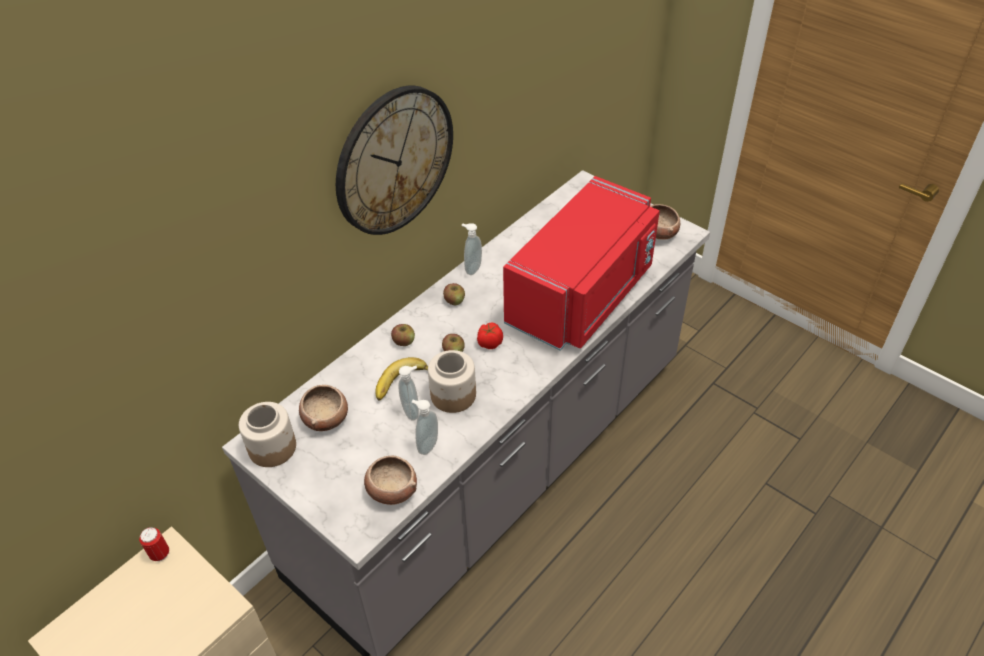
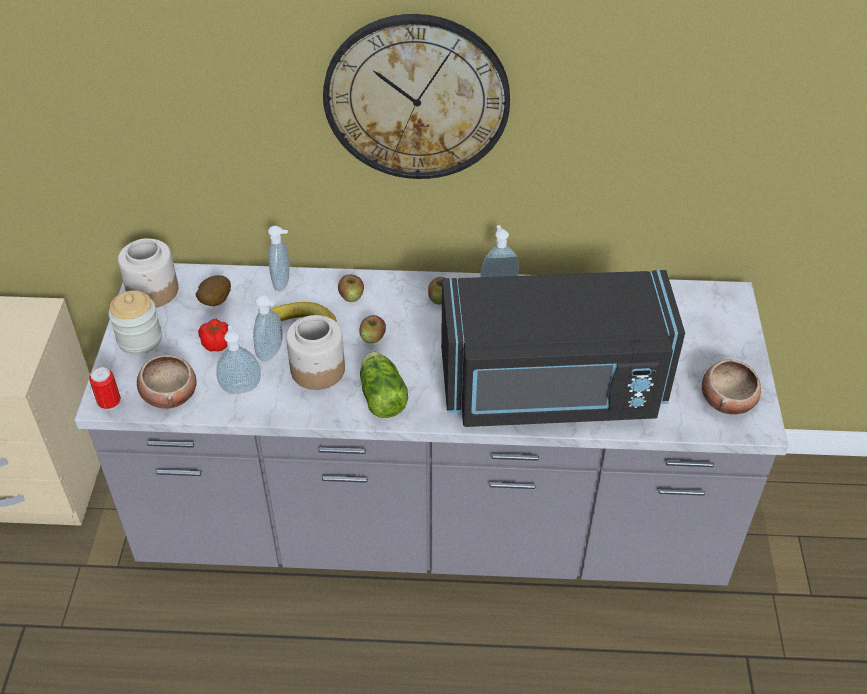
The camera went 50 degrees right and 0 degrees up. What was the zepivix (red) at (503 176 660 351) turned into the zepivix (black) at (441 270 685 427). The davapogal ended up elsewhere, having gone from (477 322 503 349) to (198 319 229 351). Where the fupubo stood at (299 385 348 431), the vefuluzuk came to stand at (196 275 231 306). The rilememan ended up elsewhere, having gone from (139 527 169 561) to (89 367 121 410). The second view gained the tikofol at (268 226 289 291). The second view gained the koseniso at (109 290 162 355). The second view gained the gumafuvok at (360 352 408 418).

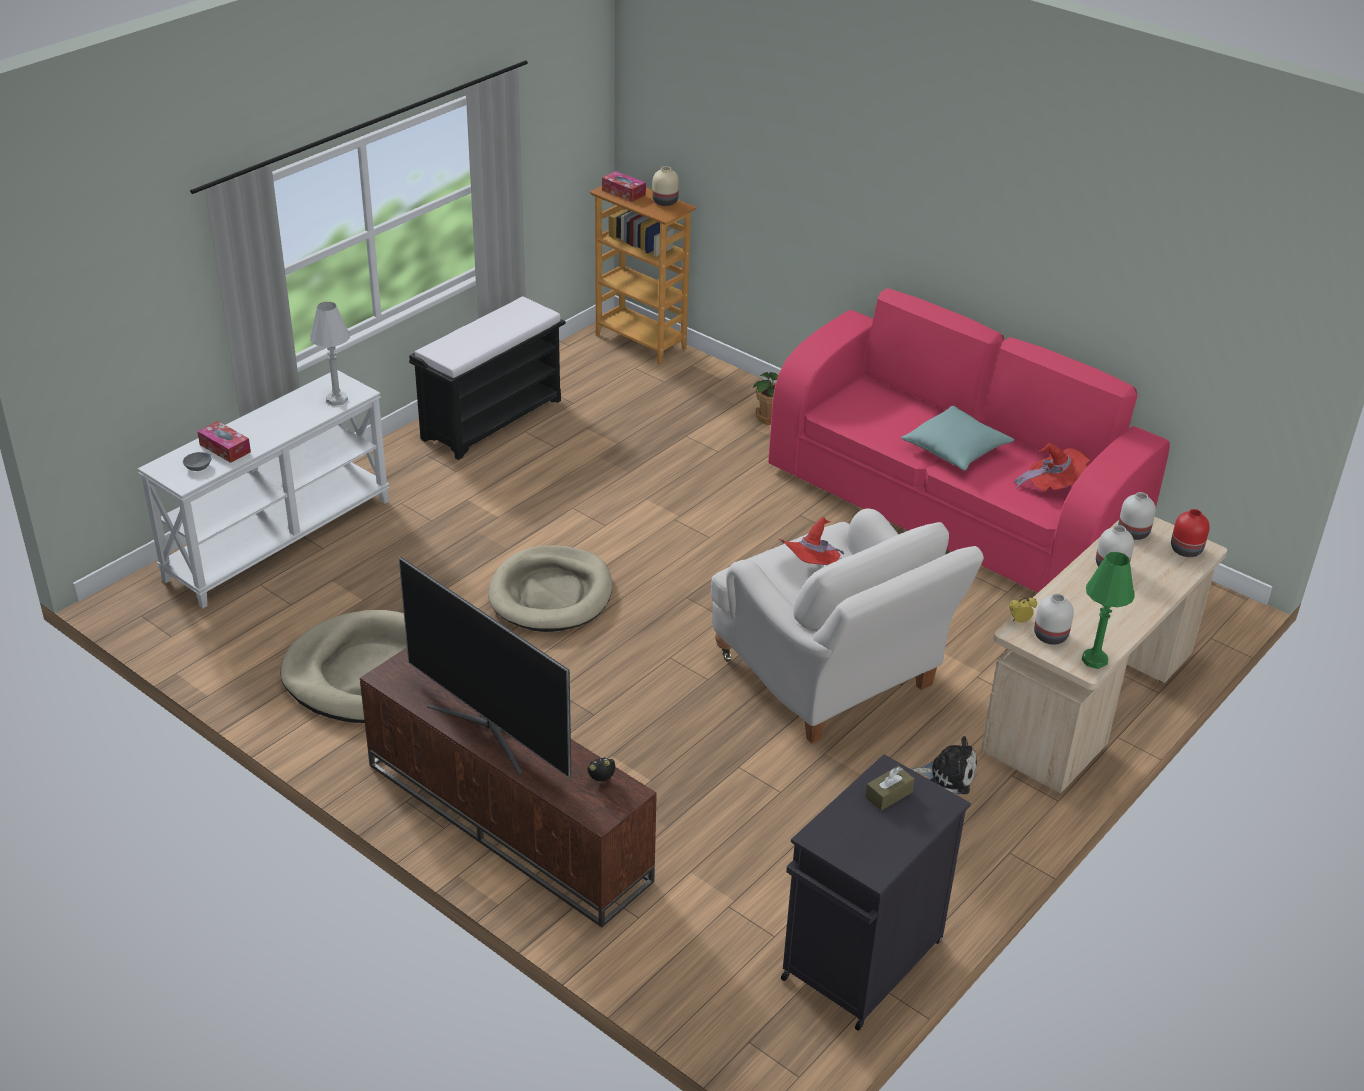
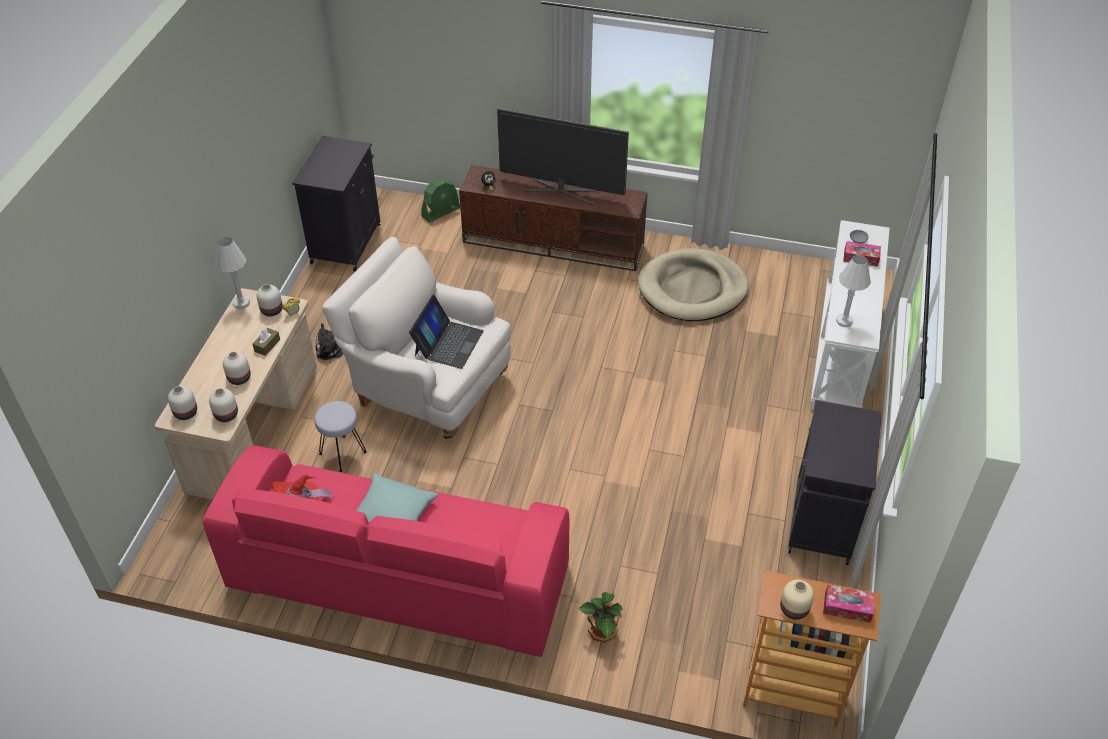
The camera went 155 degrees right and 10 degrees up. Where the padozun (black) stood at (409 297 565 460), the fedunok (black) came to stand at (788 400 882 565). What was the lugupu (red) at (1171 509 1210 557) turned into the lugupu (white) at (168 386 197 420). Where the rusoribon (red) stood at (779 517 844 565), the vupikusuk came to stand at (409 295 484 369). The second view lost the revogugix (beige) at (488 545 612 632). What was the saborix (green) at (1082 552 1135 669) turned into the saborix (white) at (215 237 250 309). The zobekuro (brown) ended up elsewhere, having gone from (865 766 915 811) to (253 328 280 356). The second view gained the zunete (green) at (421 179 460 222). The second view gained the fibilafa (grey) at (314 401 367 472).

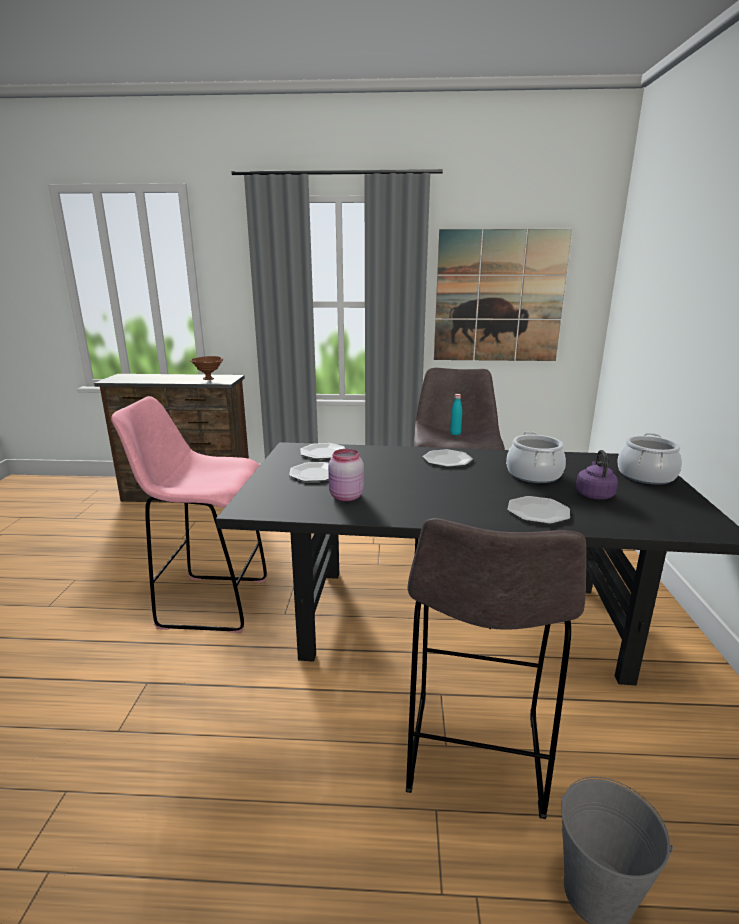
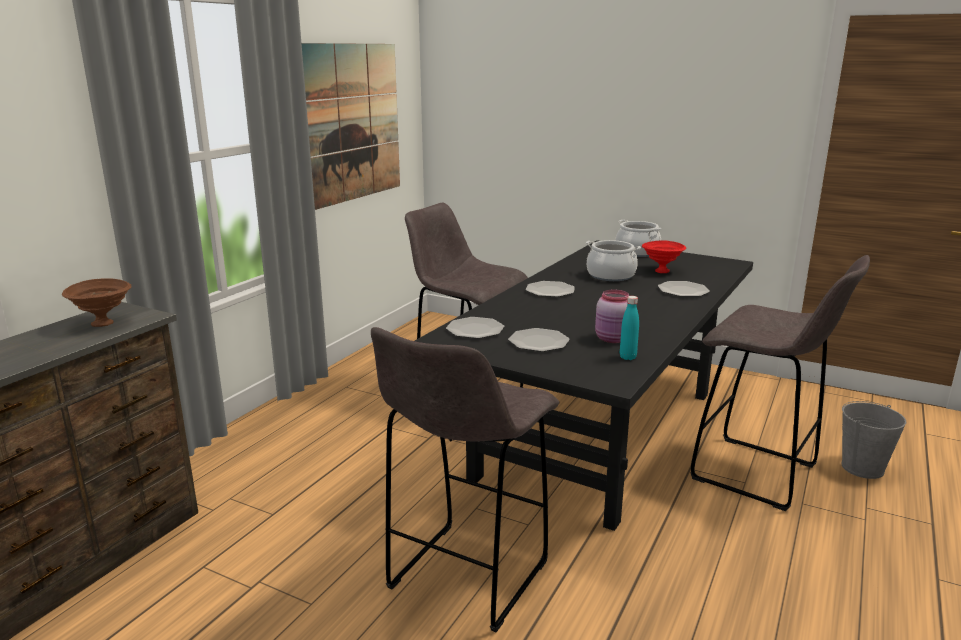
The camera went 65 degrees left and 0 degrees up. The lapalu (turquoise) ended up elsewhere, having gone from (450 394 462 435) to (620 296 639 360). What was the fibilafa (pink) at (111 396 267 633) turned into the fibilafa (grey) at (371 327 560 632). Where the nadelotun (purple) stood at (576 450 618 500), the fupubo (red) came to stand at (642 240 686 273).

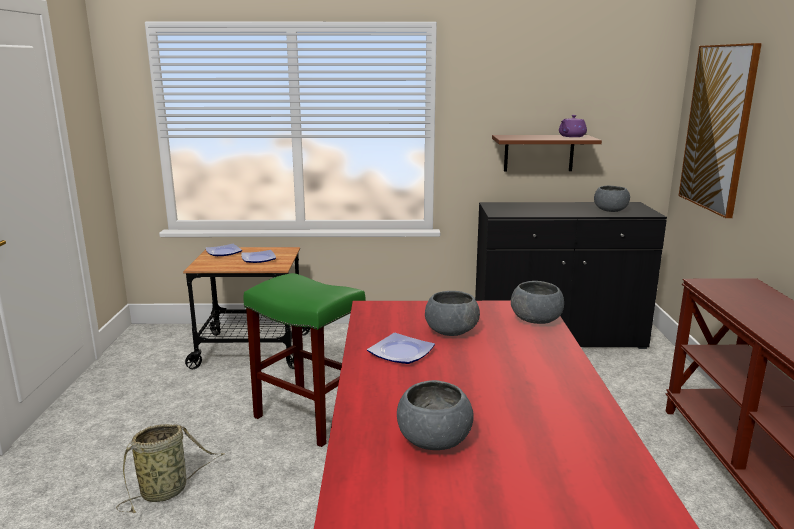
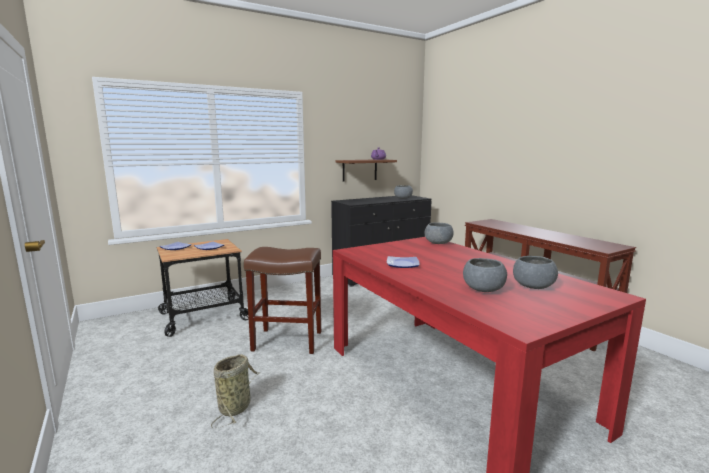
The camera went 30 degrees left and 5 degrees down. The second view lost the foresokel at (679 43 762 218). What was the fibilafa (green) at (243 273 366 447) turned into the fibilafa (brown) at (244 247 321 354). The fupubo (grey) ended up elsewhere, having gone from (425 291 480 336) to (513 256 558 289).

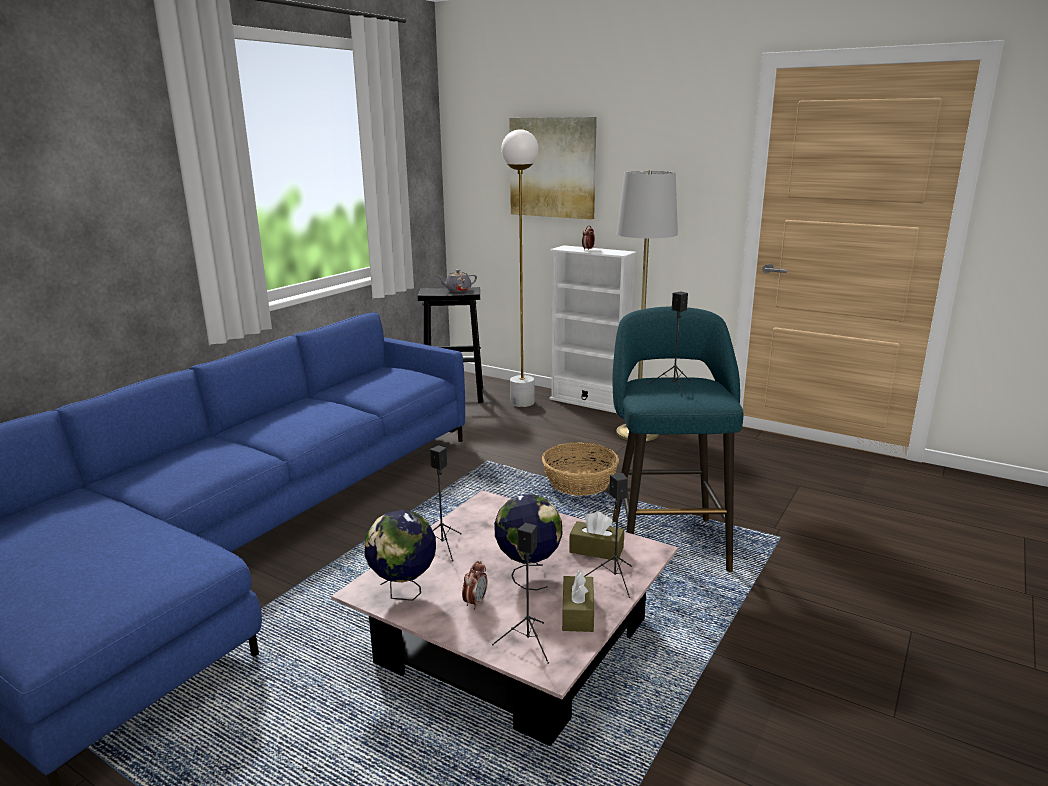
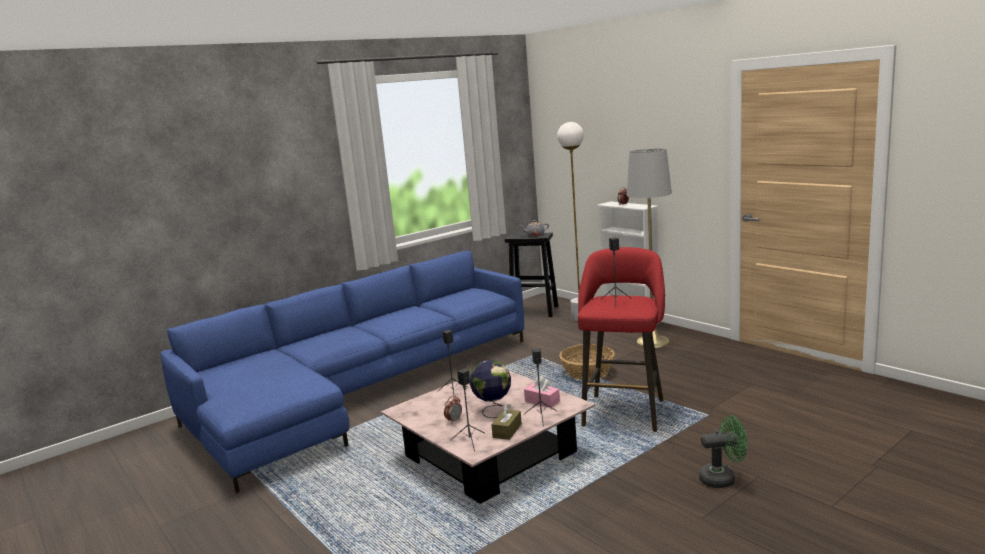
The camera went 20 degrees right and 5 degrees down. The second view lost the foresokel at (509 117 597 220). What was the fibilafa (turquoise) at (612 306 744 572) turned into the fibilafa (red) at (578 247 665 432). The second view lost the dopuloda at (364 510 436 601). What was the zobekuro (brown) at (569 512 624 560) turned into the zobekuro (pink) at (524 376 560 408). The second view gained the zunete (green) at (699 415 748 488).

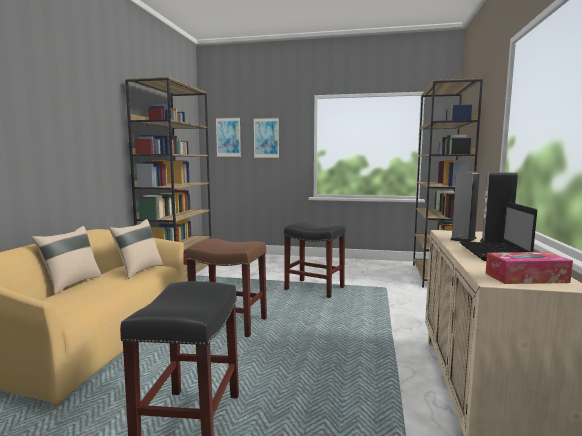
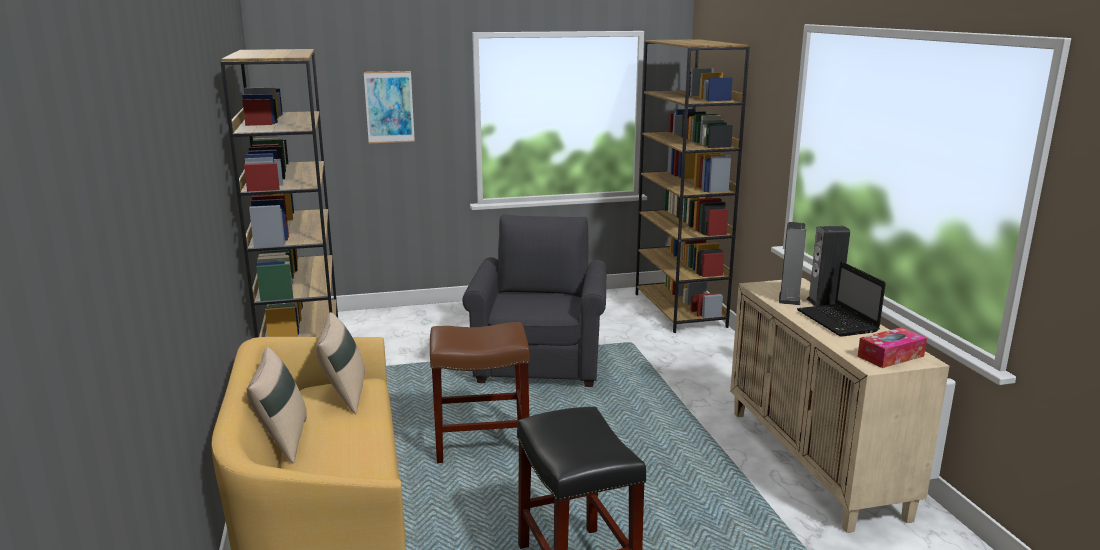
The camera went 25 degrees left and 10 degrees up. The second view lost the foresokel at (216 117 241 157). Where the fibilafa (black) stood at (284 222 346 298), the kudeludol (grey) came to stand at (462 215 606 387).

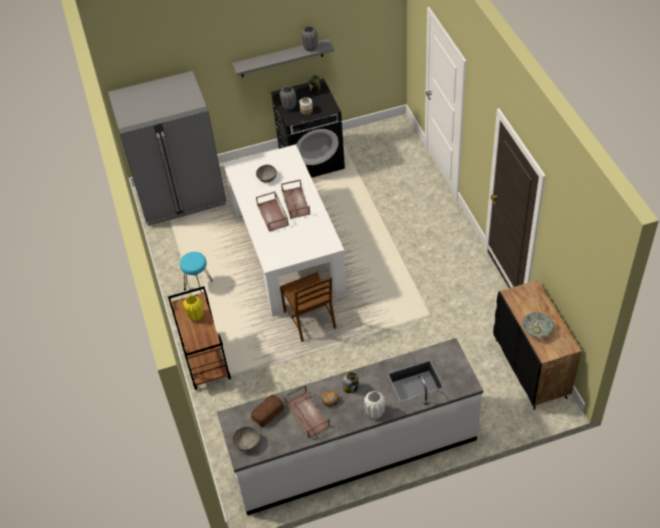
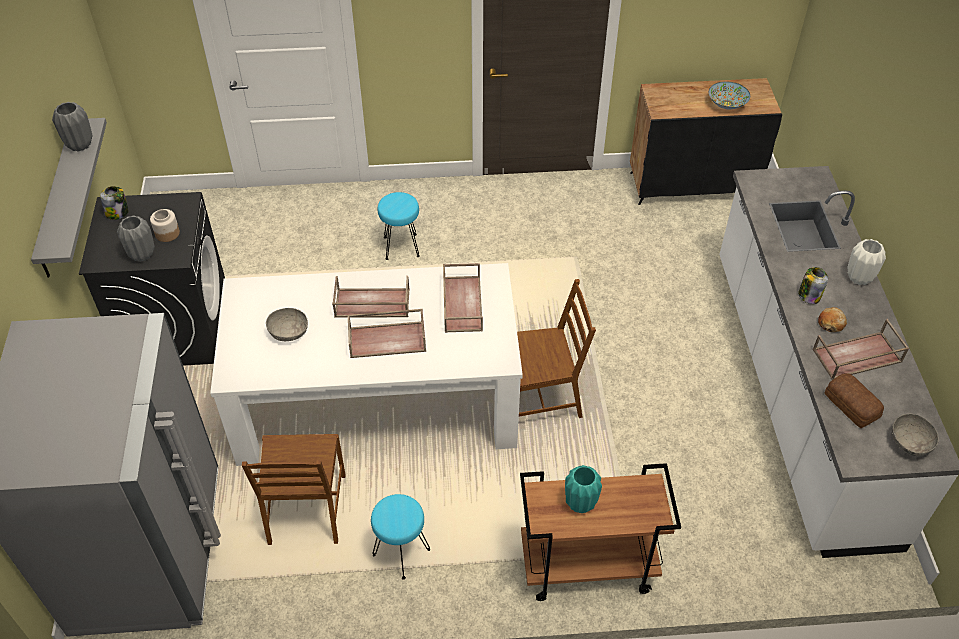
The camera went 80 degrees left and 0 degrees up. What was the lugupu (yellow) at (183 295 203 321) turned into the lugupu (turquoise) at (565 465 602 513). The second view gained the fibilafa (turquoise) at (378 192 420 260). The second view gained the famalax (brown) at (443 263 483 333). The second view gained the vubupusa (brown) at (242 434 345 545).

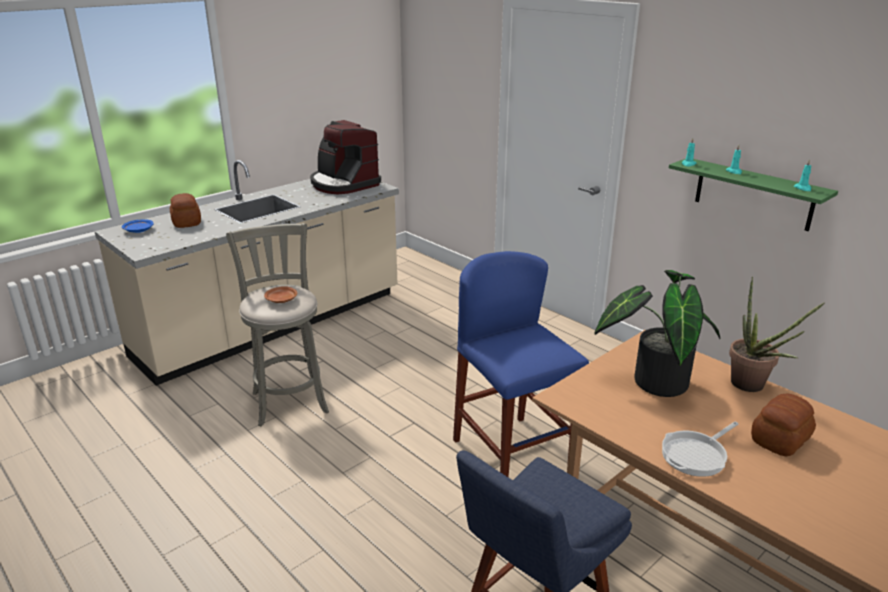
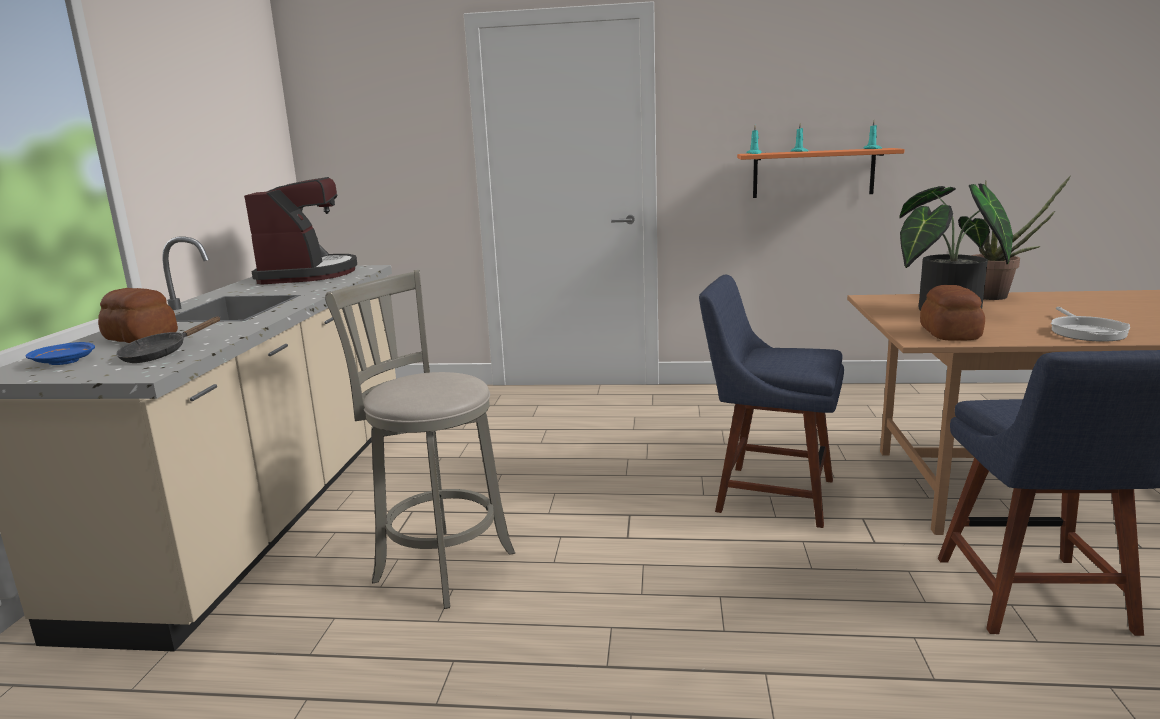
The camera went 40 degrees left and 10 degrees down. The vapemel at (310 120 381 194) ended up facing another way, 105 degrees counterclockwise from before. What was the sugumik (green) at (669 159 838 231) turned into the sugumik (orange) at (737 148 905 198). Where the fibilafa (blue) stood at (453 251 589 477), the vubupusa (blue) came to stand at (699 275 844 528). The second view lost the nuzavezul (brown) at (264 286 297 303). The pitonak ended up elsewhere, having gone from (751 394 816 456) to (920 285 985 341). The second view gained the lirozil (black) at (116 317 220 363).

